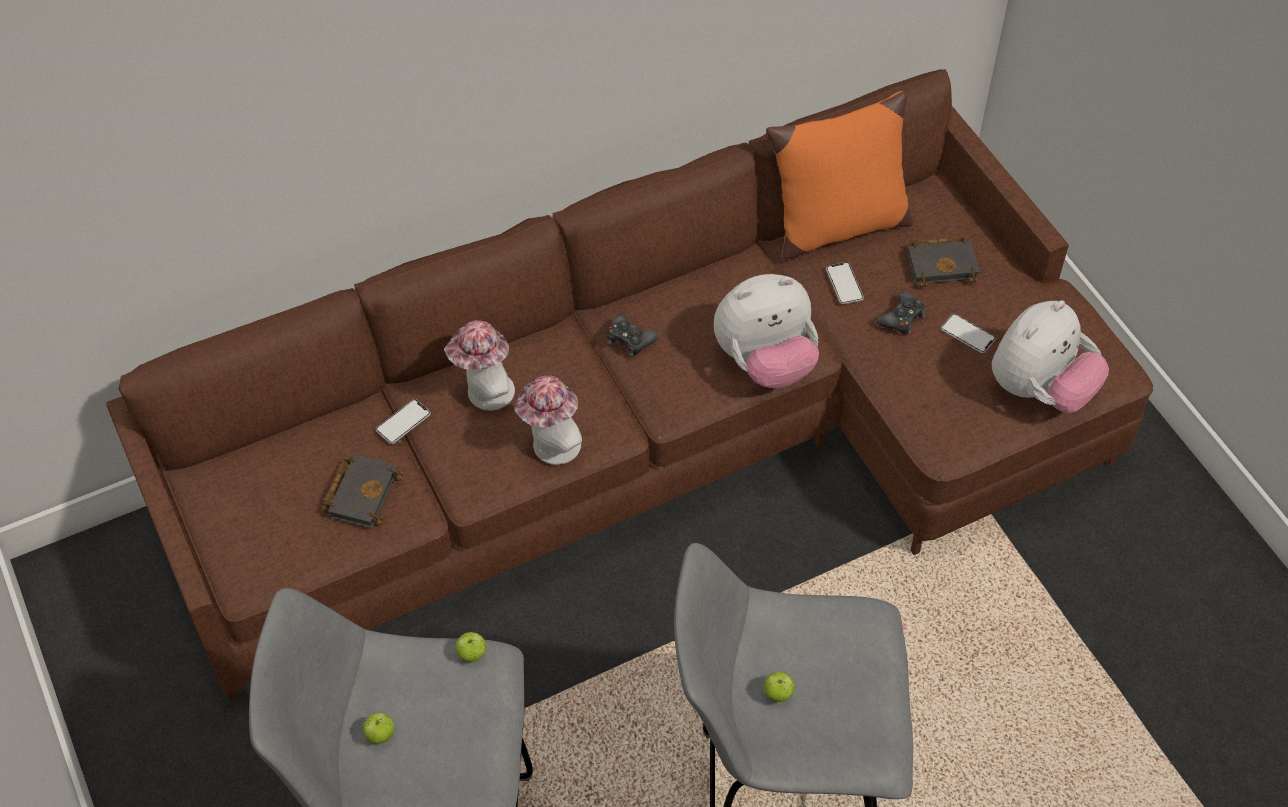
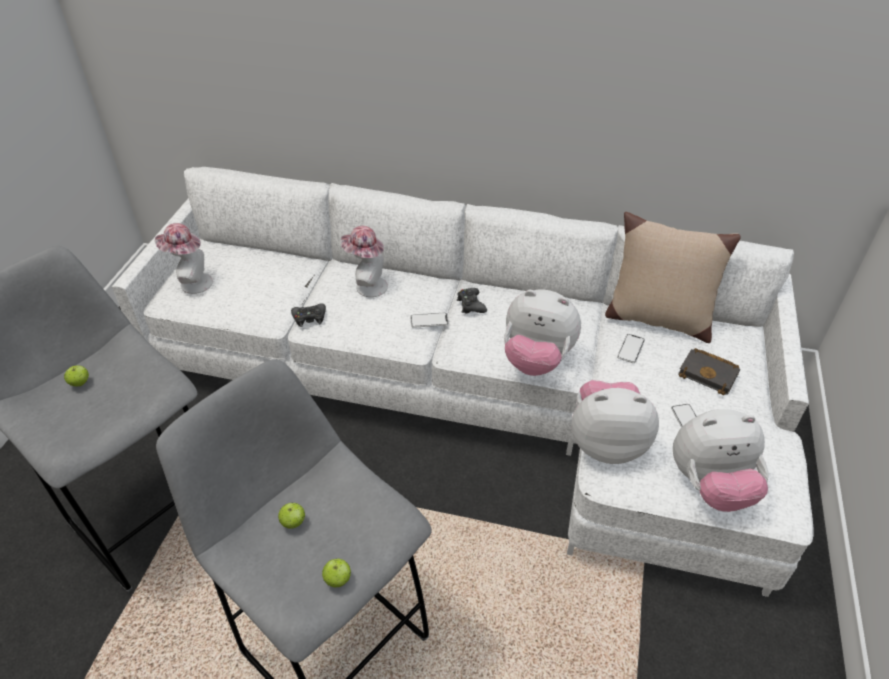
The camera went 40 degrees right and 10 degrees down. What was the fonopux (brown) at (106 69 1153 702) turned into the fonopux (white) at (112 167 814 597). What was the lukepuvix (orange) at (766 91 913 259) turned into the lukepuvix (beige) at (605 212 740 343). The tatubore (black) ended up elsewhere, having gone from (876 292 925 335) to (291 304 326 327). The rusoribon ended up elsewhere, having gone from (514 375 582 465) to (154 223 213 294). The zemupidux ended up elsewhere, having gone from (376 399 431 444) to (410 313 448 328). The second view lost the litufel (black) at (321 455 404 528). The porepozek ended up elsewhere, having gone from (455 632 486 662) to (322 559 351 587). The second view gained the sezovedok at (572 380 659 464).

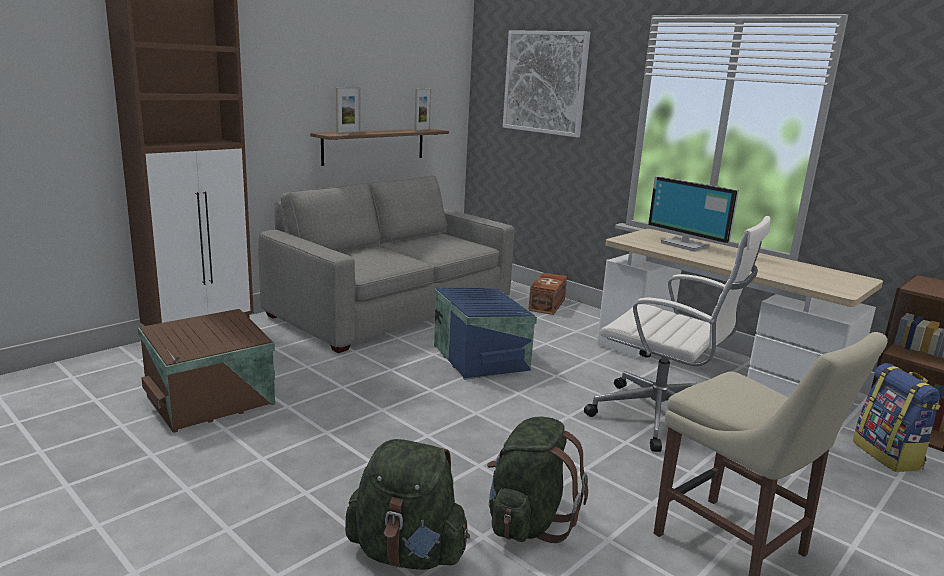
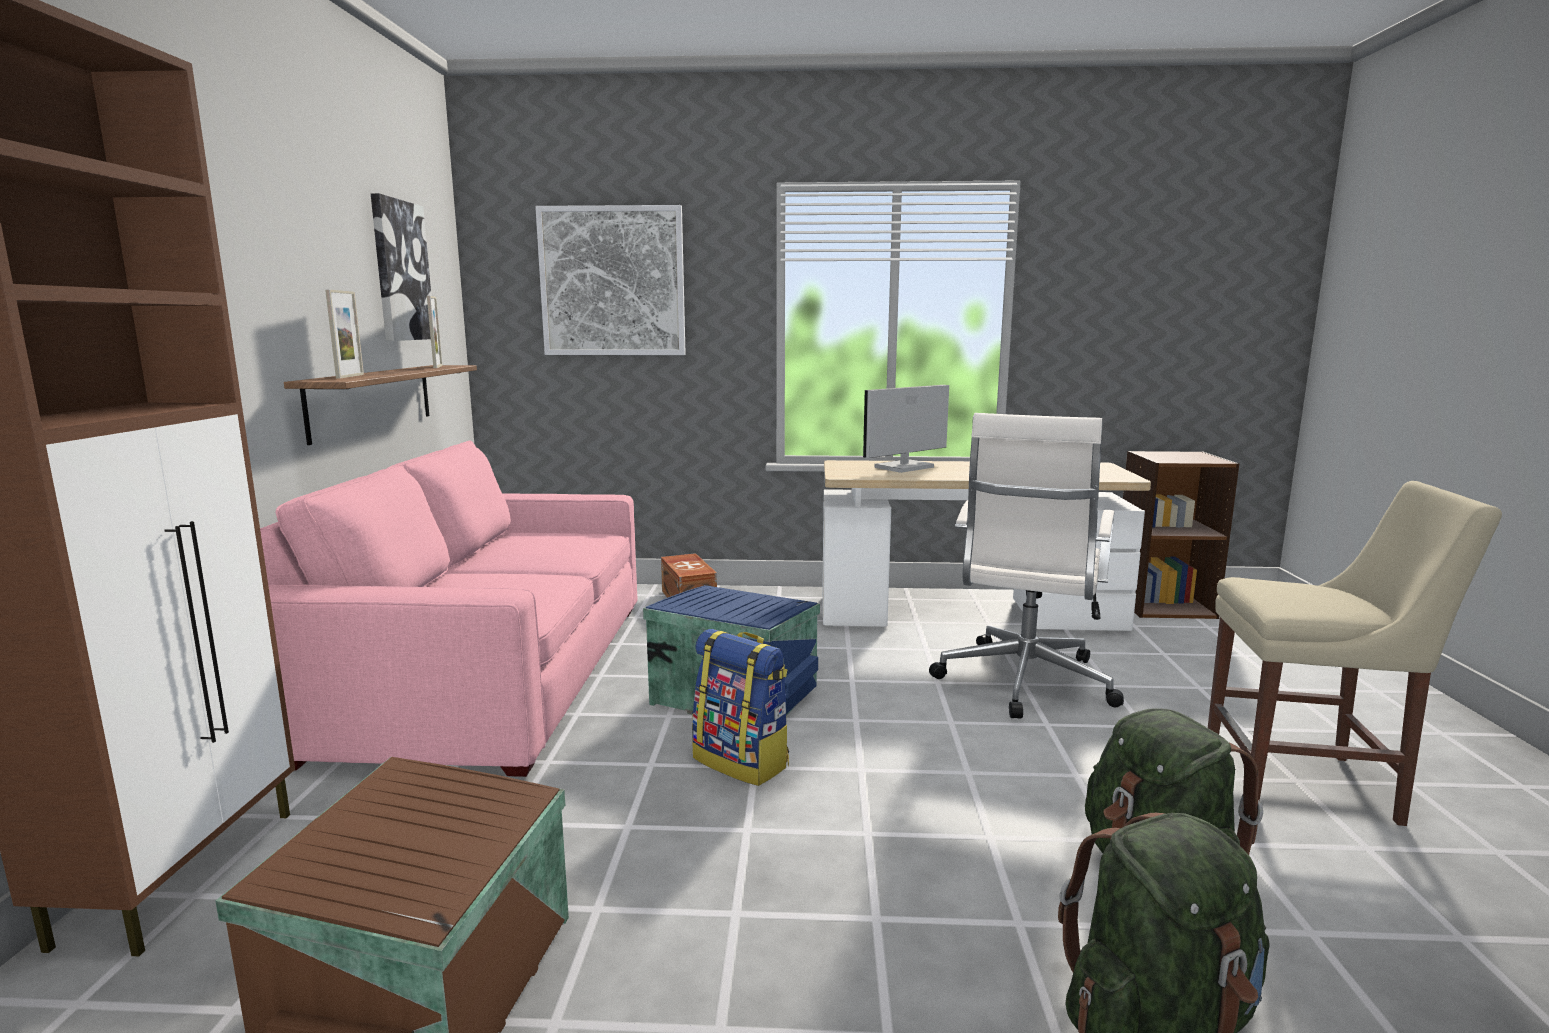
The camera went 40 degrees left and 5 degrees down. What was the fonopux (grey) at (258 175 515 353) turned into the fonopux (pink) at (260 441 638 777). The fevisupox at (648 176 739 252) ended up facing another way, 135 degrees clockwise from before. The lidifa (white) at (584 216 771 452) ended up facing another way, 120 degrees clockwise from before. The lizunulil ended up elsewhere, having gone from (853 363 941 472) to (692 629 789 786). The second view gained the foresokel at (371 193 431 341).

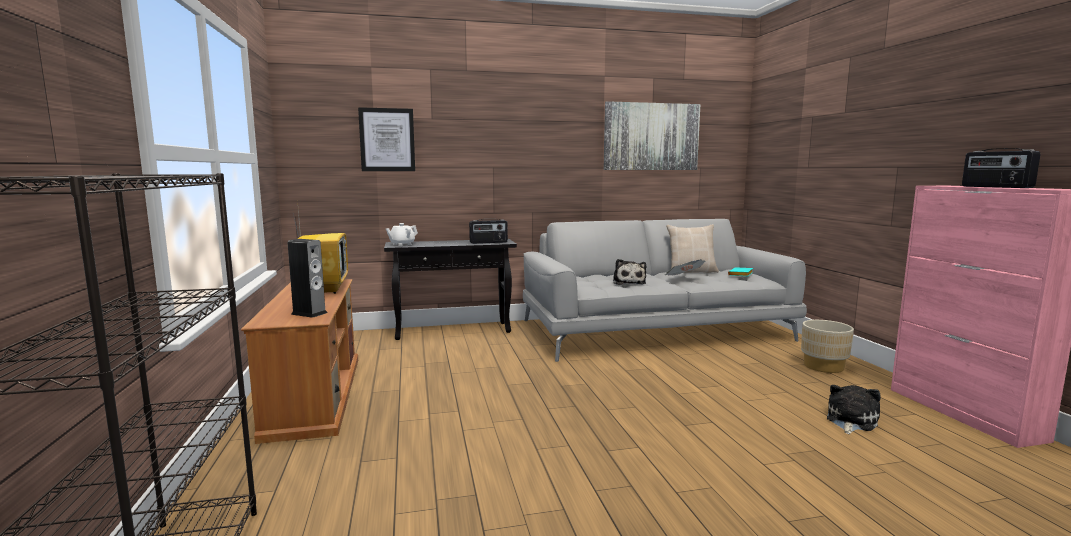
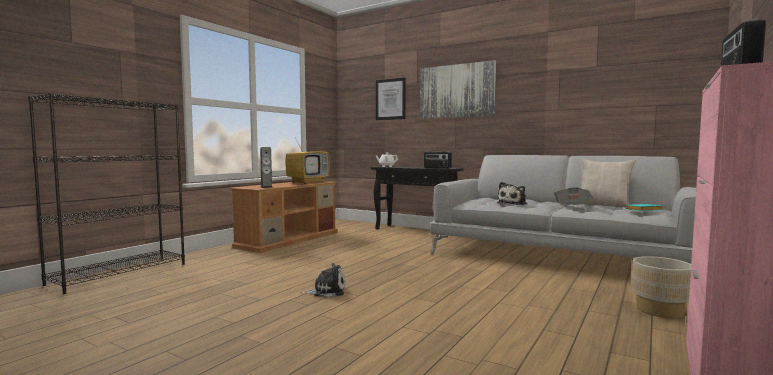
The camera went 45 degrees right and 5 degrees down. The foresokel ended up elsewhere, having gone from (603 101 701 170) to (420 60 496 119). The sezovedok ended up elsewhere, having gone from (827 385 881 435) to (301 263 346 297).

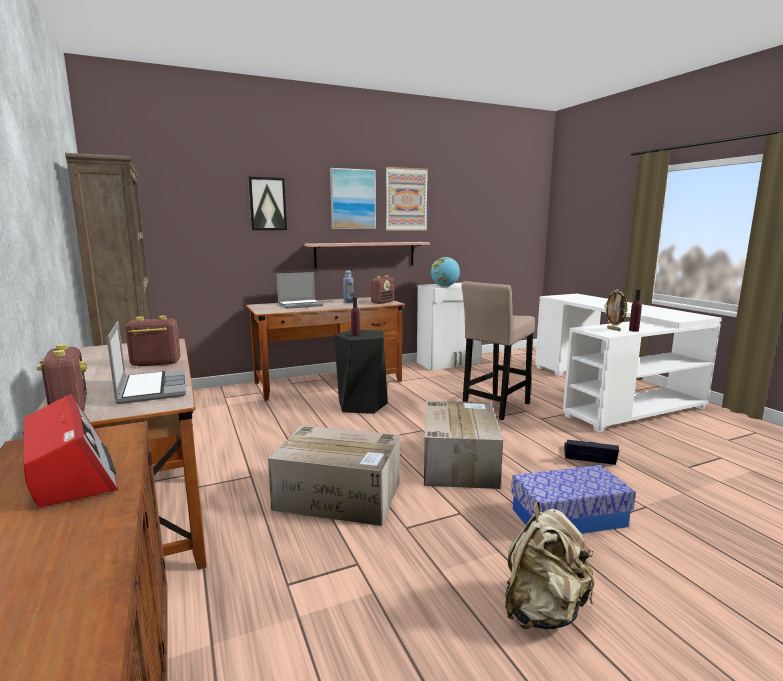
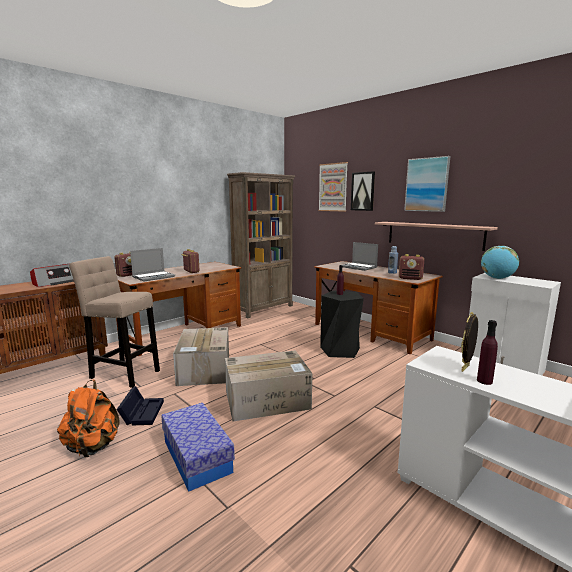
The camera went 70 degrees right and 0 degrees up. The foresokel ended up elsewhere, having gone from (386 167 428 231) to (318 162 348 212). The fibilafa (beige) ended up elsewhere, having gone from (462 281 535 420) to (69 256 160 388). The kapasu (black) ended up elsewhere, having gone from (564 440 619 465) to (116 386 164 425). What was the lizunulil (beige) at (505 501 594 629) turned into the lizunulil (orange) at (57 380 120 458).

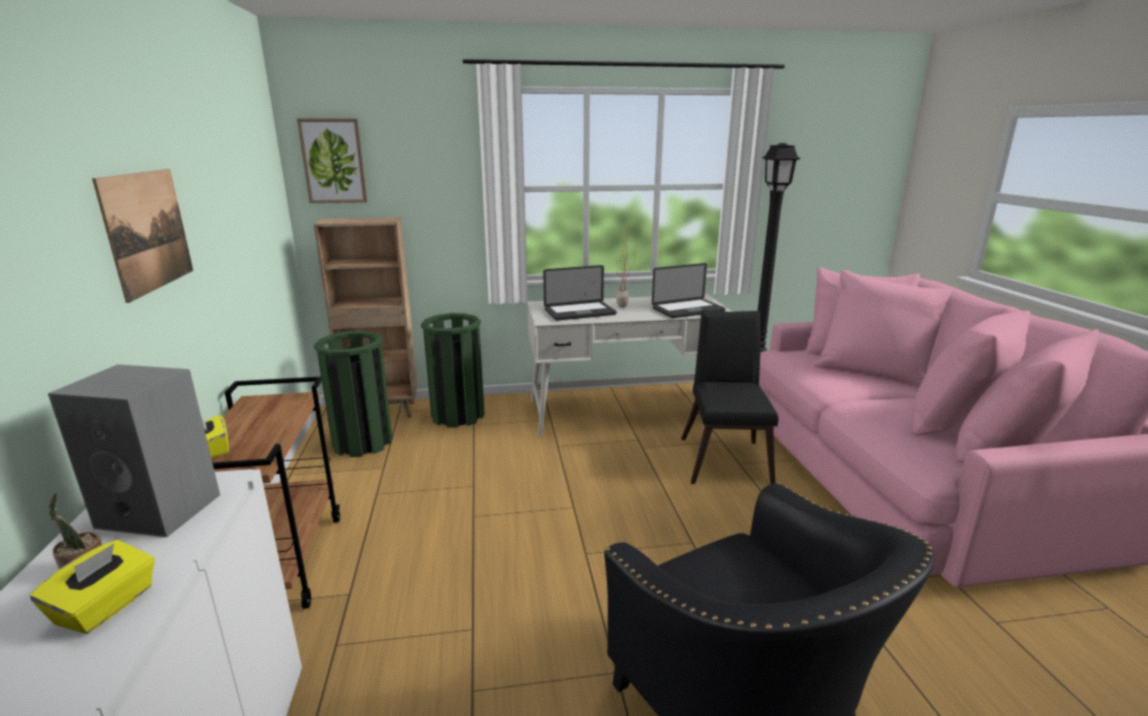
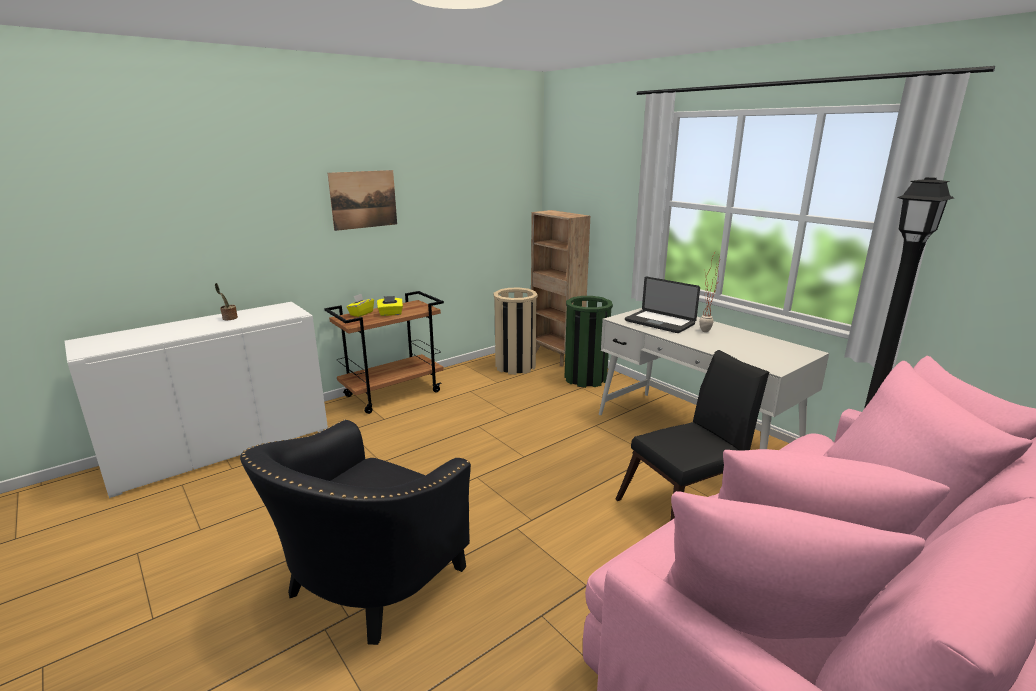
The camera went 60 degrees right and 0 degrees up. The second view lost the foresokel at (297 118 368 203). The second view lost the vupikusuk at (652 263 726 318). What was the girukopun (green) at (314 331 393 457) turned into the girukopun (beige) at (494 287 538 375). The second view lost the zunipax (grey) at (48 364 220 537). The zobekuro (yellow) ended up elsewhere, having gone from (30 540 155 634) to (377 296 403 316).

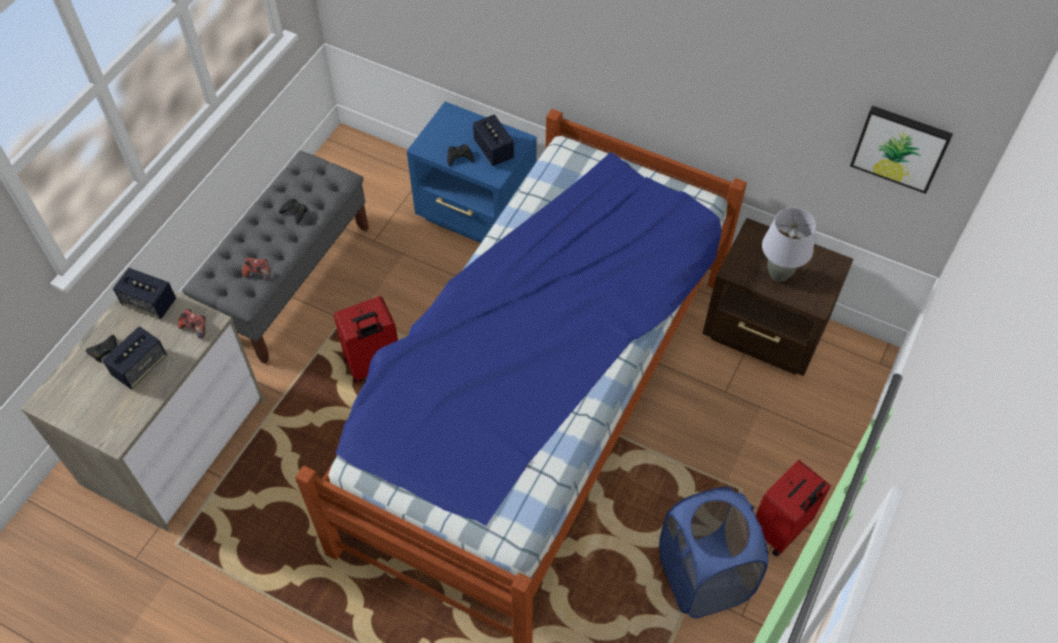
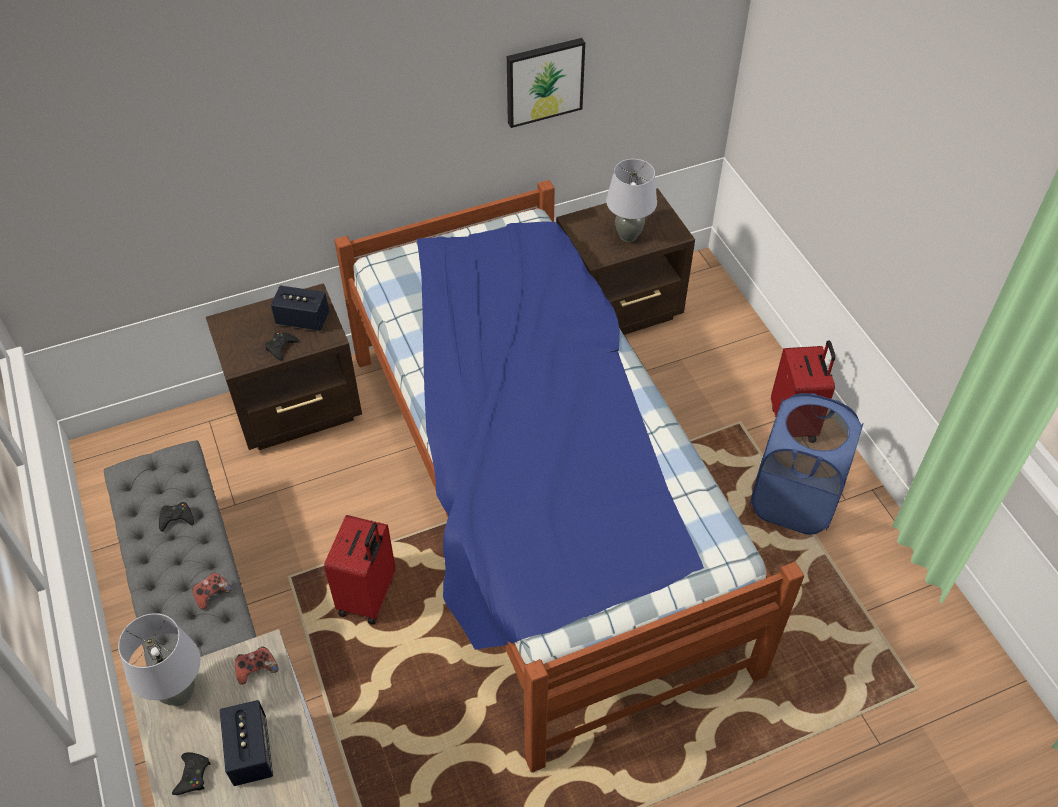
The camera went 50 degrees left and 5 degrees down. What was the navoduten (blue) at (407 102 537 243) turned into the navoduten (brown) at (206 283 362 450). The foresokel ended up elsewhere, having gone from (850 106 953 194) to (507 38 585 128). Where the zunipax stood at (113 268 176 319), the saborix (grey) came to stand at (118 613 201 706).

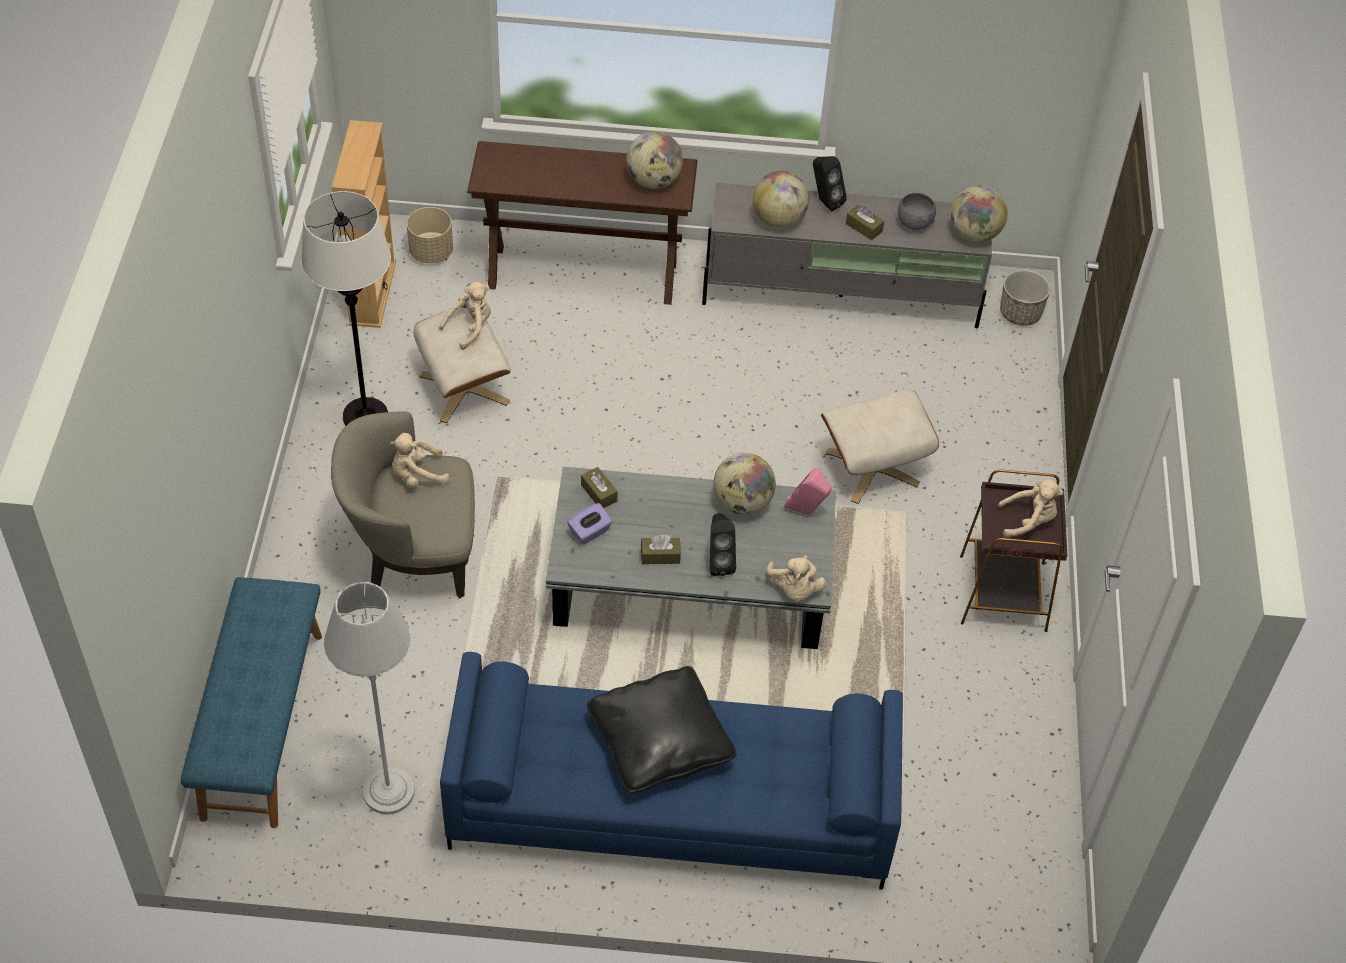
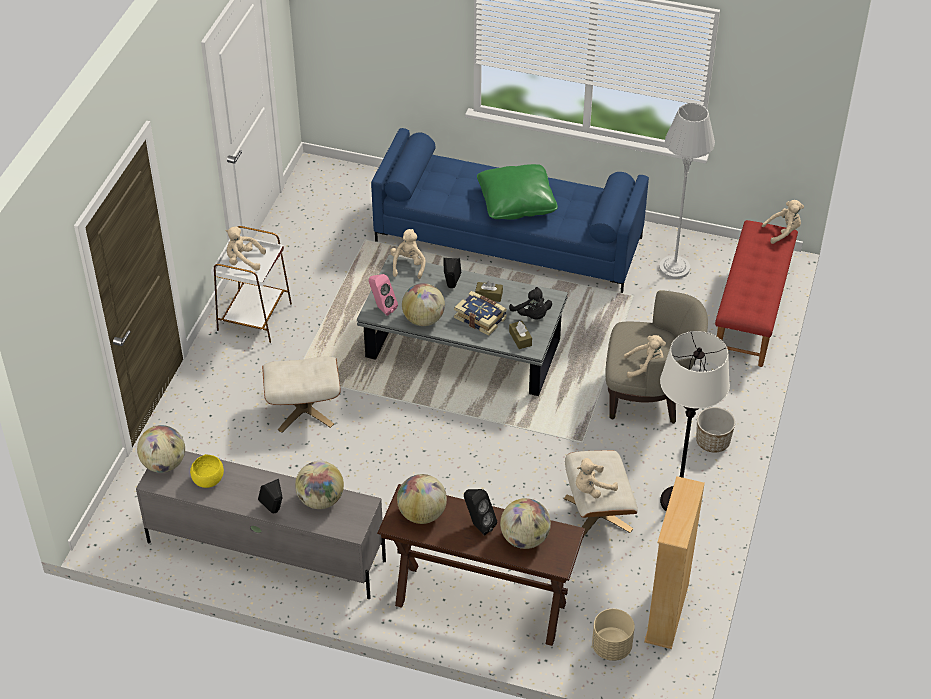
The camera went 165 degrees left and 5 degrees down. What was the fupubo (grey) at (898 193 936 230) turned into the fupubo (yellow) at (190 454 224 488). The second view lost the zobekuro (brown) at (846 205 884 240). The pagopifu ended up elsewhere, having gone from (1000 270 1051 326) to (696 407 735 453). What was the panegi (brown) at (960 470 1067 632) turned into the panegi (white) at (211 226 292 345). Where the zobekuro (purple) stood at (567 503 613 545), the sezovedok (black) came to stand at (509 287 552 320). What was the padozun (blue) at (180 577 322 828) turned into the padozun (red) at (715 220 798 367). What was the lukepuvix (black) at (587 666 736 793) turned into the lukepuvix (green) at (477 164 558 220). The second view gained the sezovedok (beige) at (762 200 804 244). The second view gained the litufel at (454 291 507 336). The second view gained the zunipax (black) at (464 489 497 536). The second view gained the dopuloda at (500 498 551 549).

